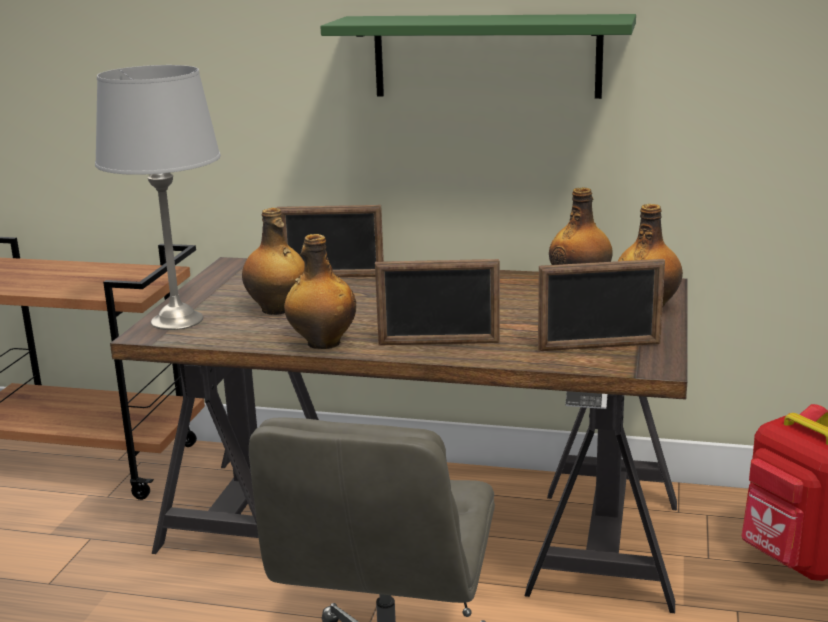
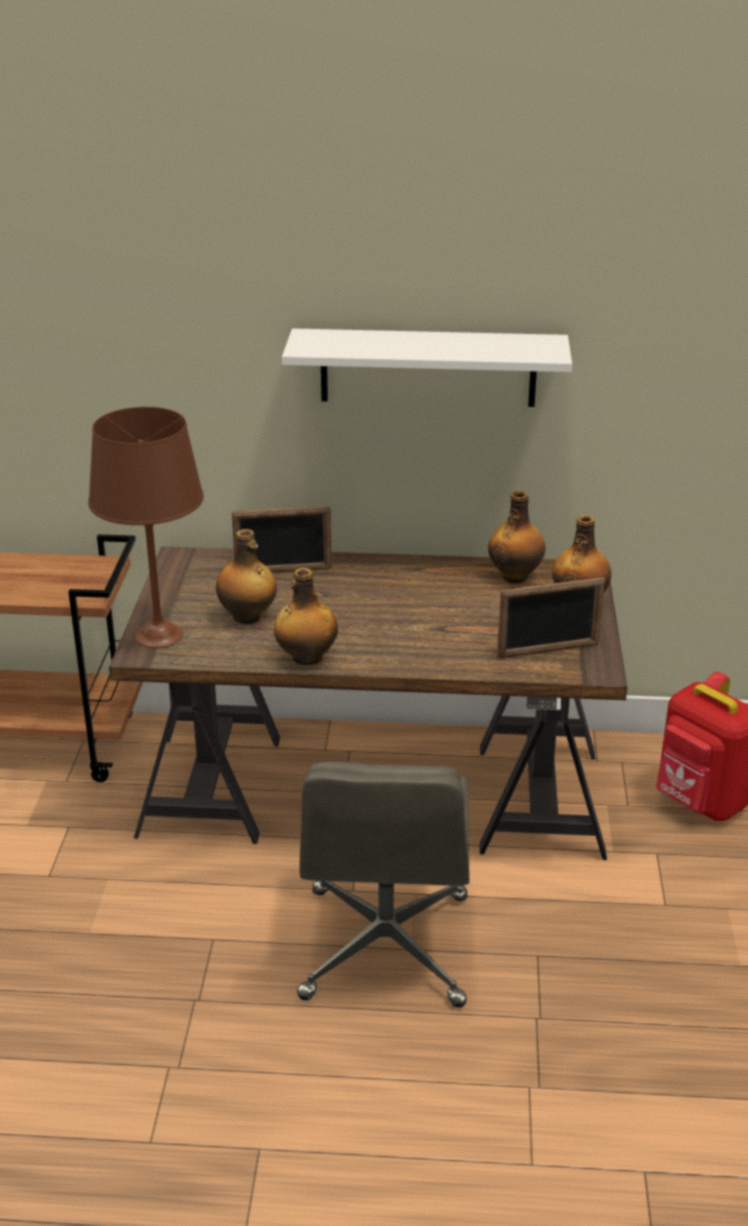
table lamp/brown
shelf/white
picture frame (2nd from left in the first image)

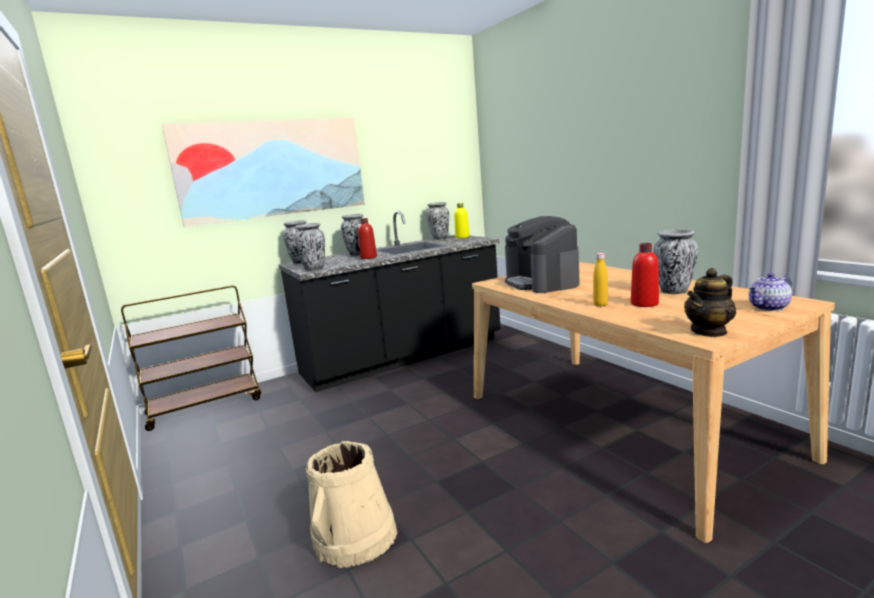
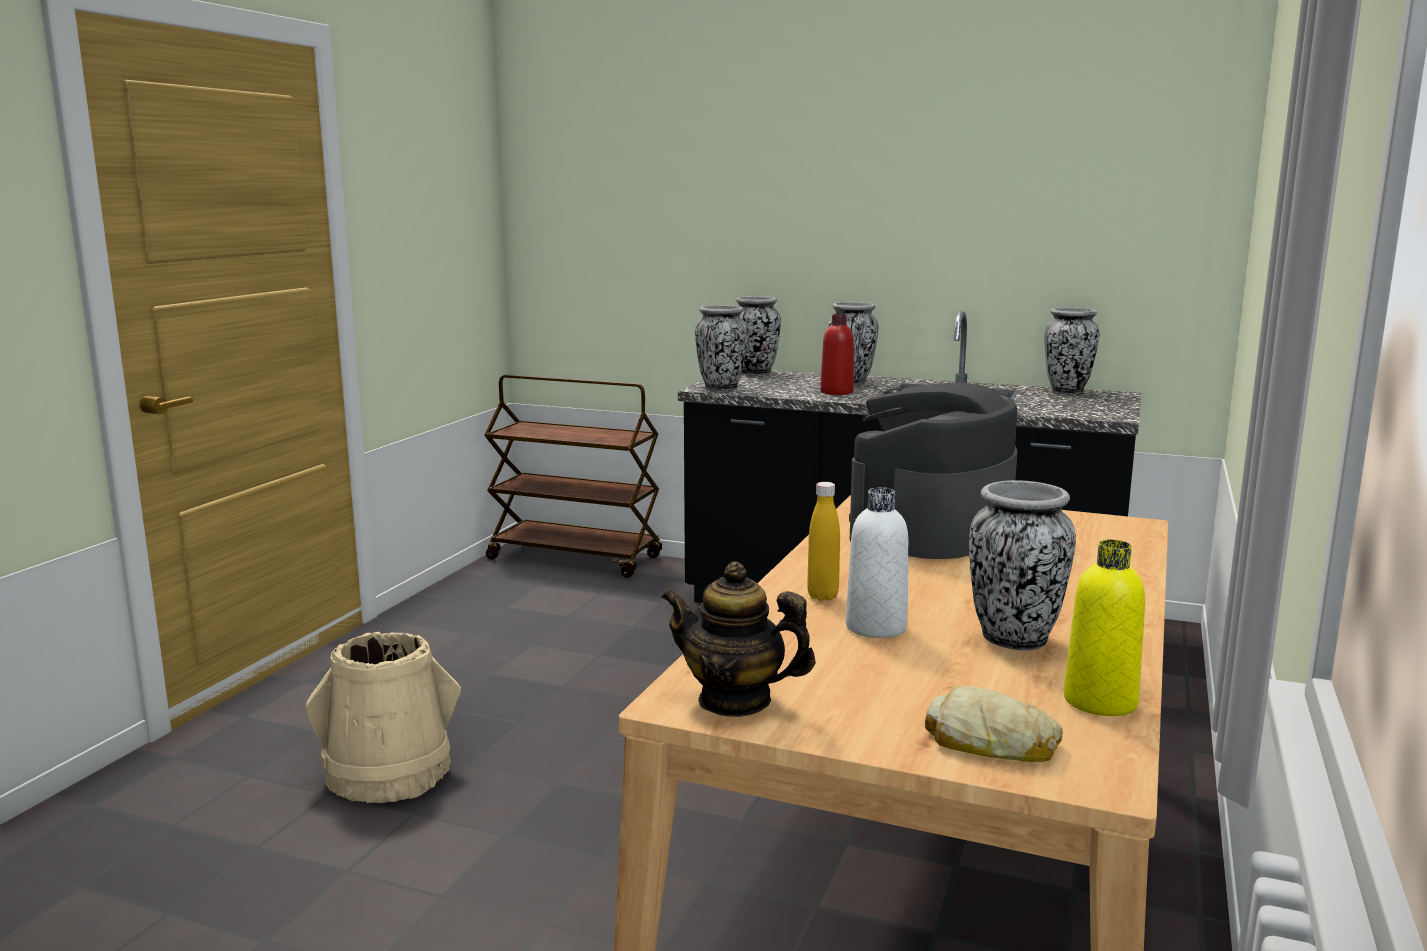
picture
bottle/yellow (2nd from left)
bottle/white
bread

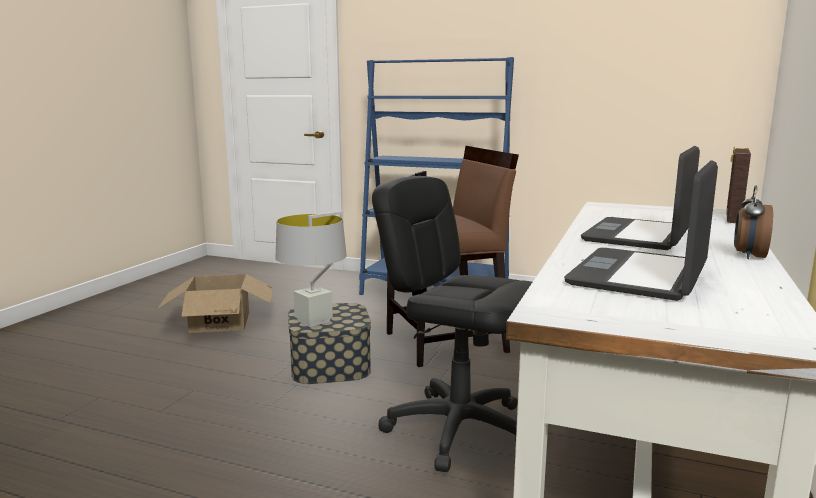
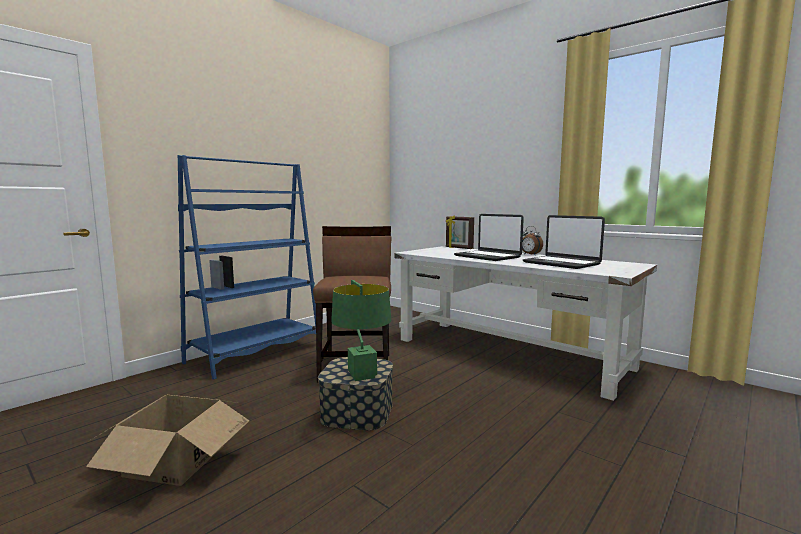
table lamp/green
office chair/black

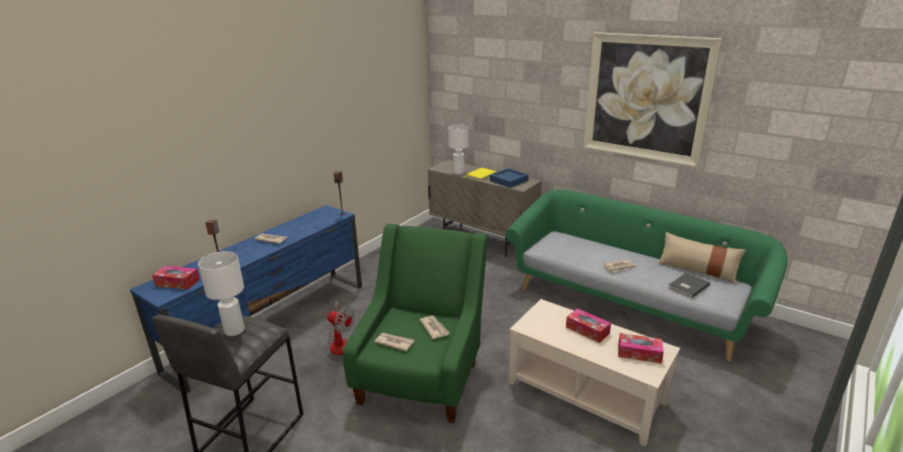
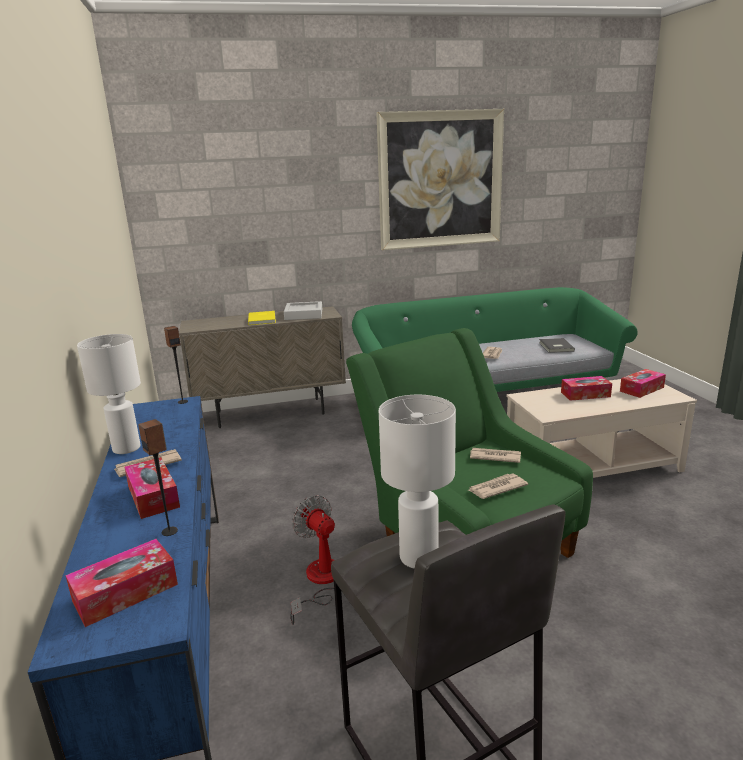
fan
table lamp/white (1st from left)
tray/grey
pillow/beige
tissue box (2nd from left)

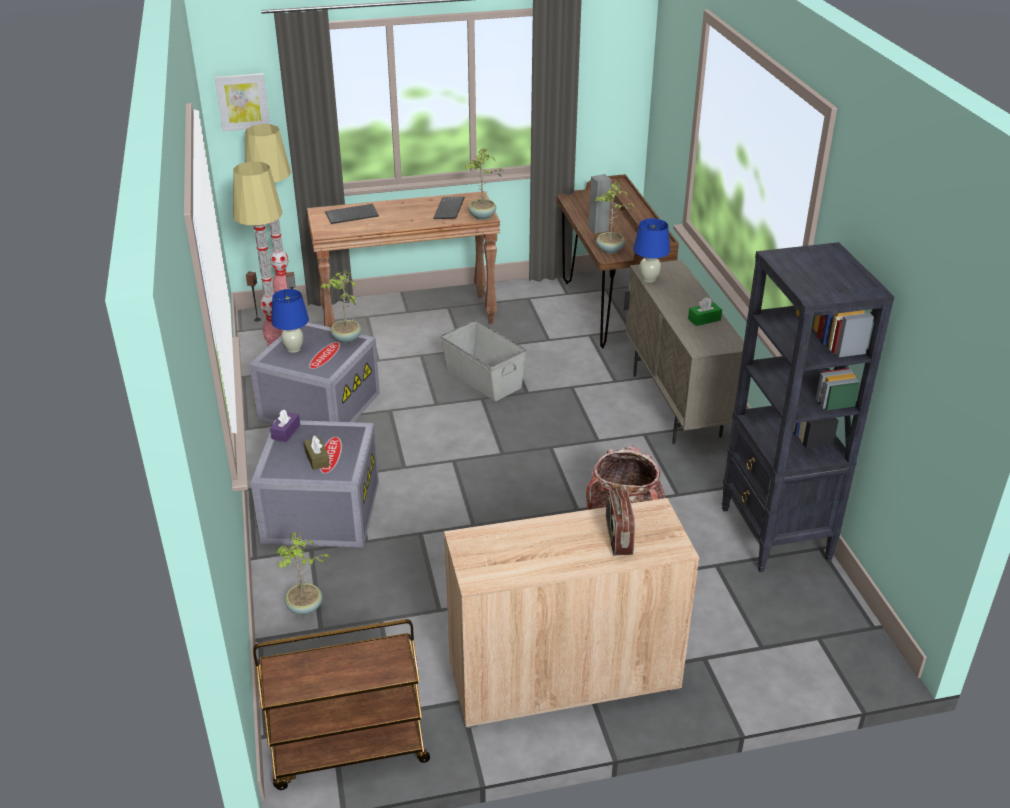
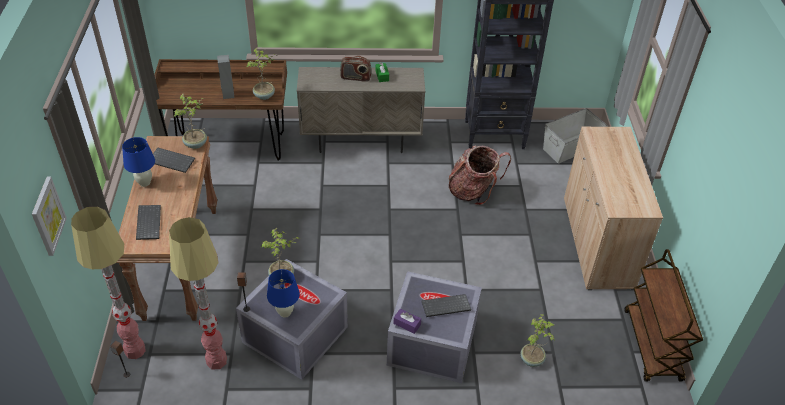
keyboard (3rd from left)
storage box/grey (3rd from left)
radio
table lamp/blue (1st from left)

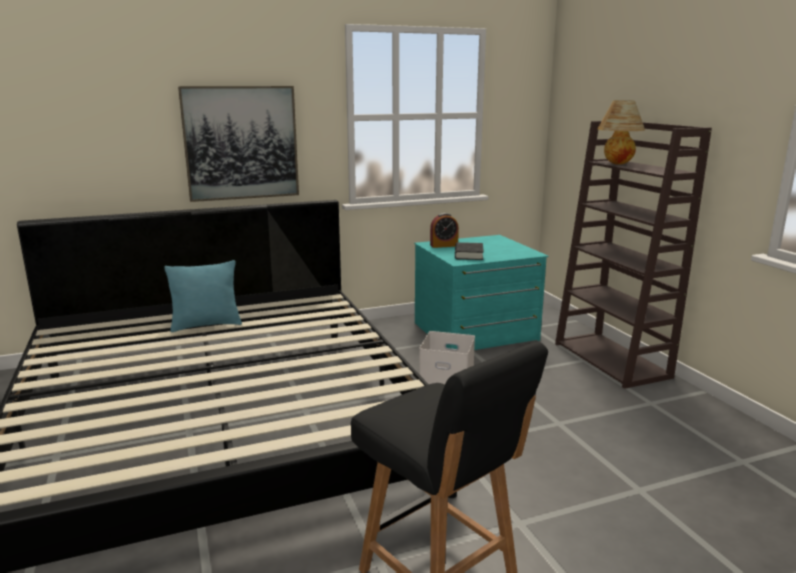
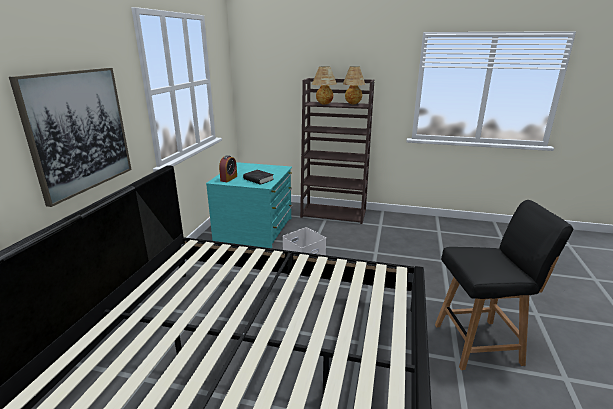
pillow/turquoise
table lamp (2nd from left)

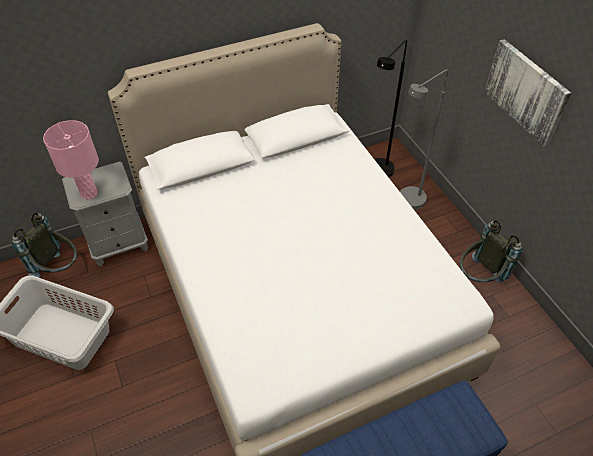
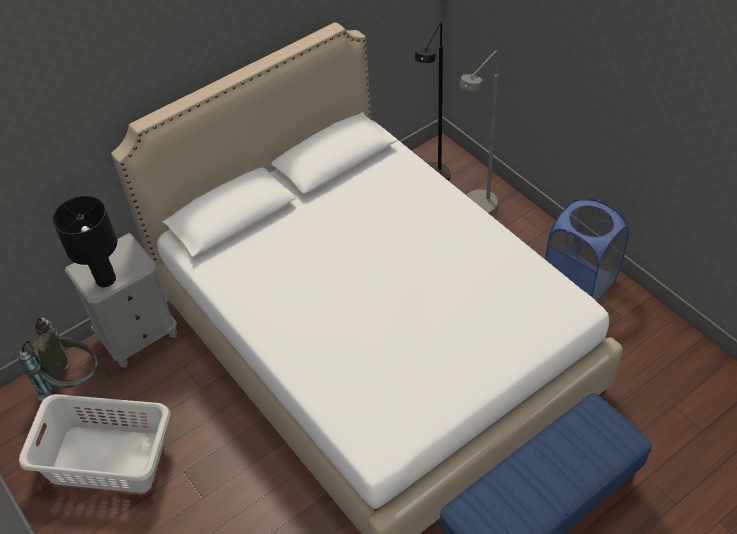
table lamp/black
laundry basket/blue
picture

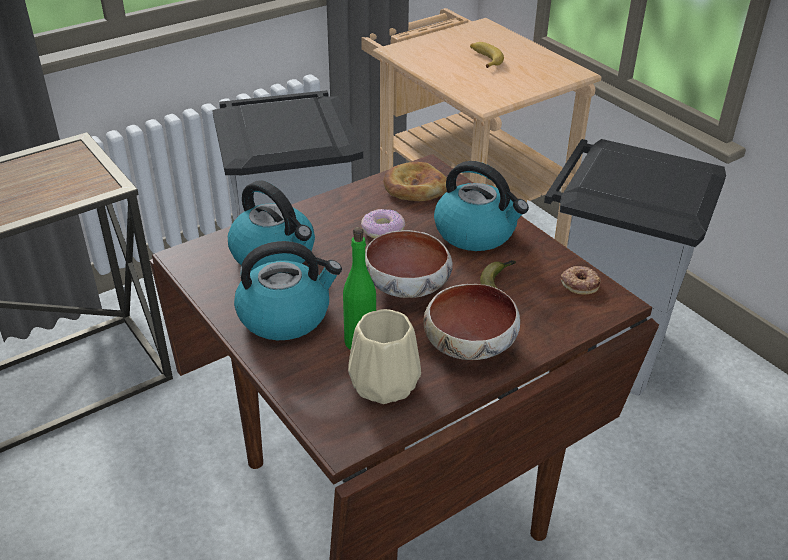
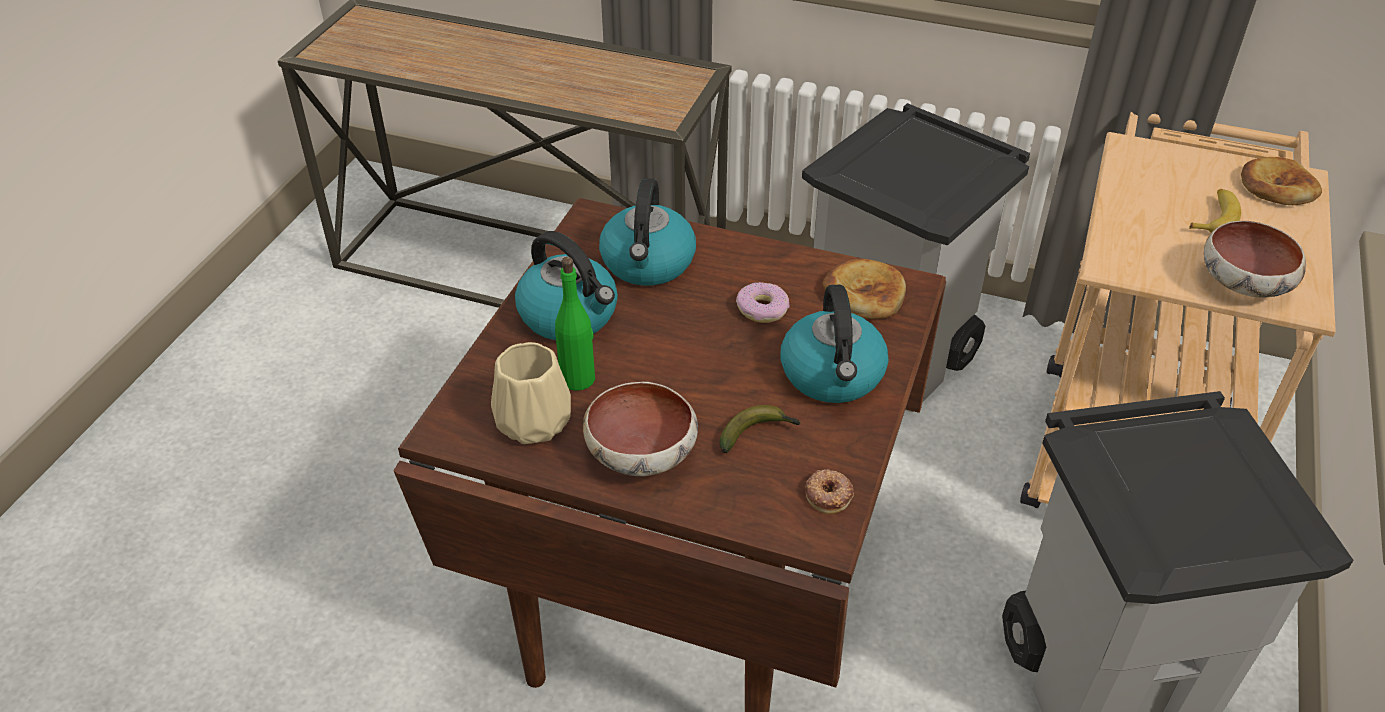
bowl (2nd from left)
bread (2nd from left)

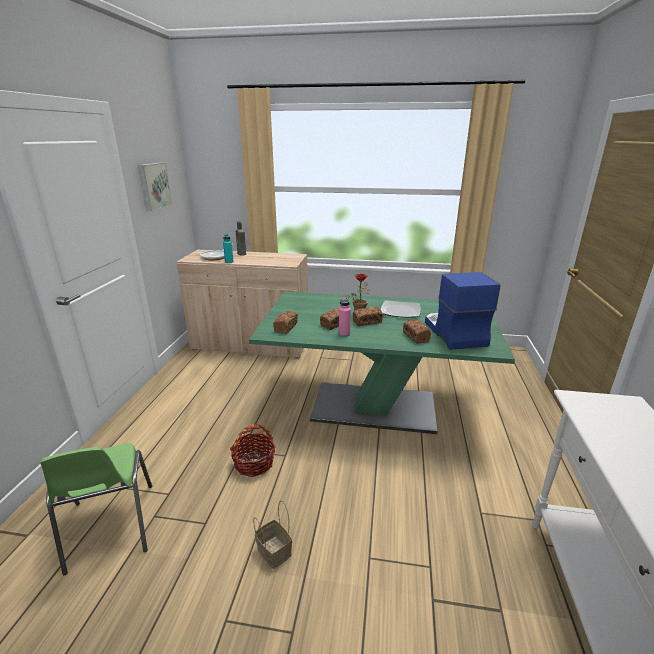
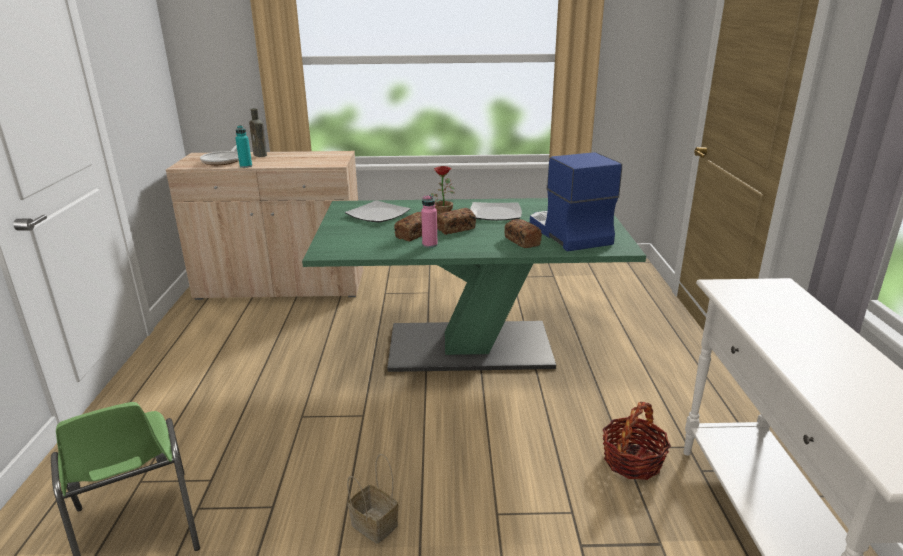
picture
basket (2nd from left)
bread (1st from left in the first image)
plate (1st from left)

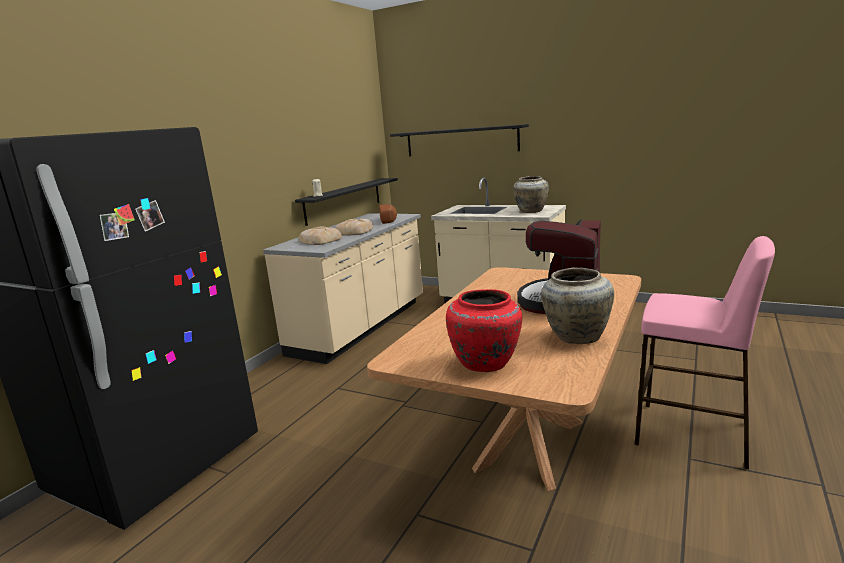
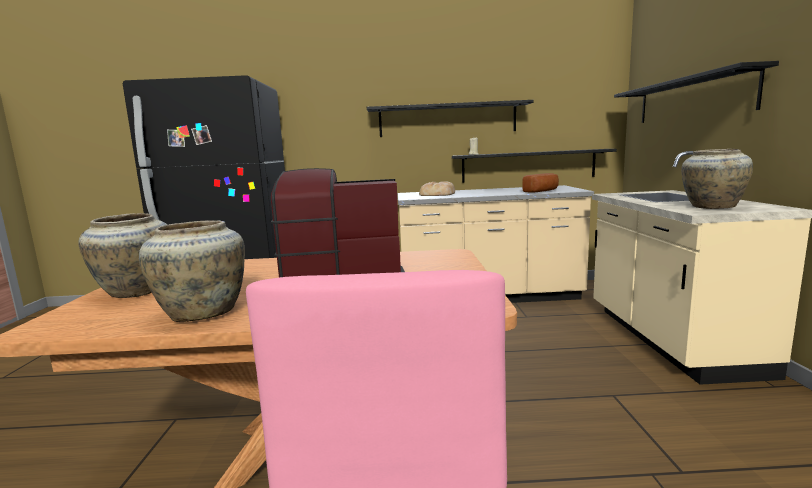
bread (2nd from left in the first image)
vase/beige (1st from left)
shelf/black (1st from left)

